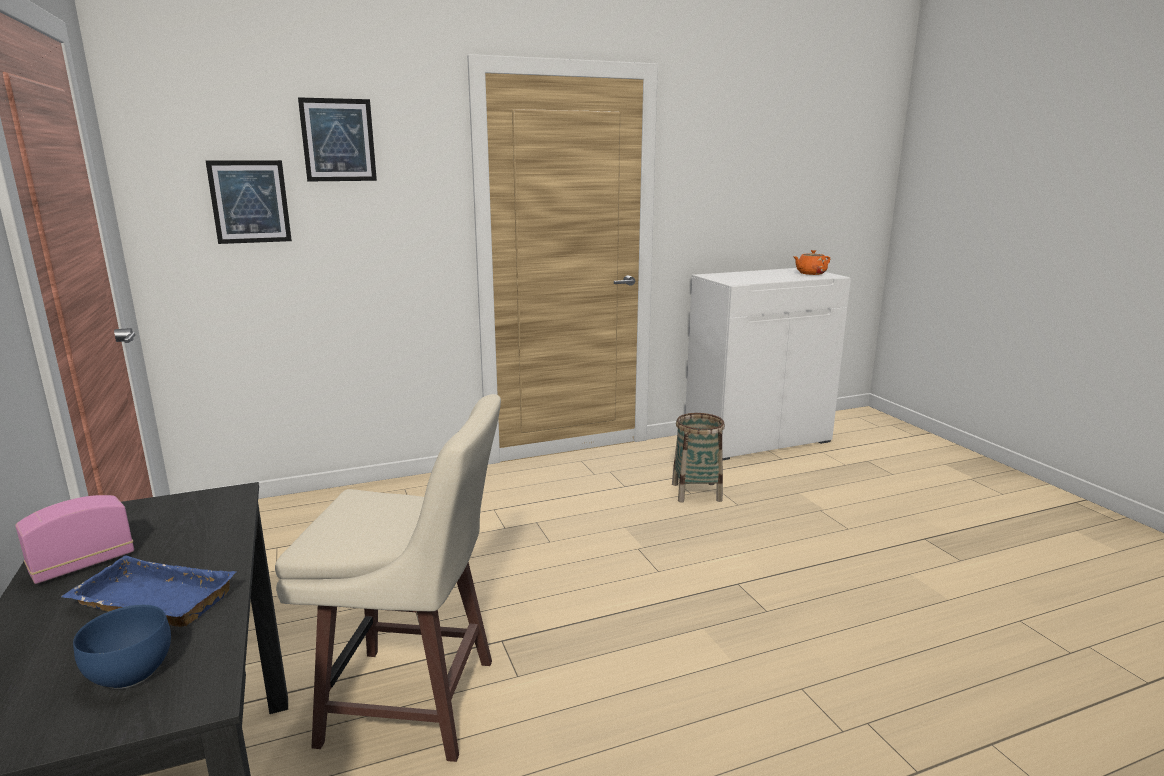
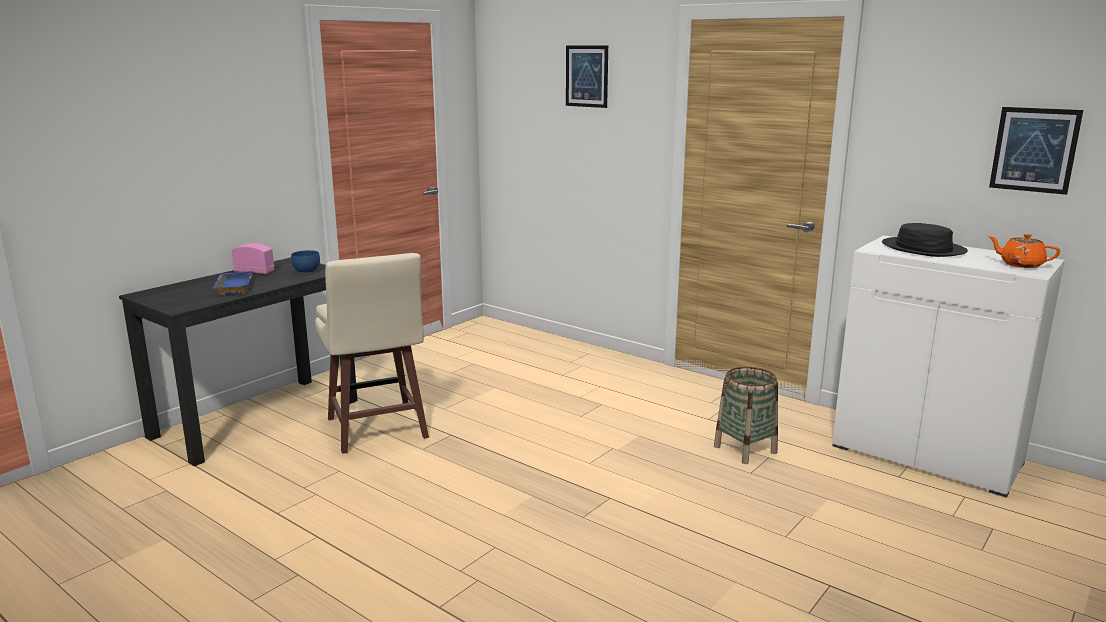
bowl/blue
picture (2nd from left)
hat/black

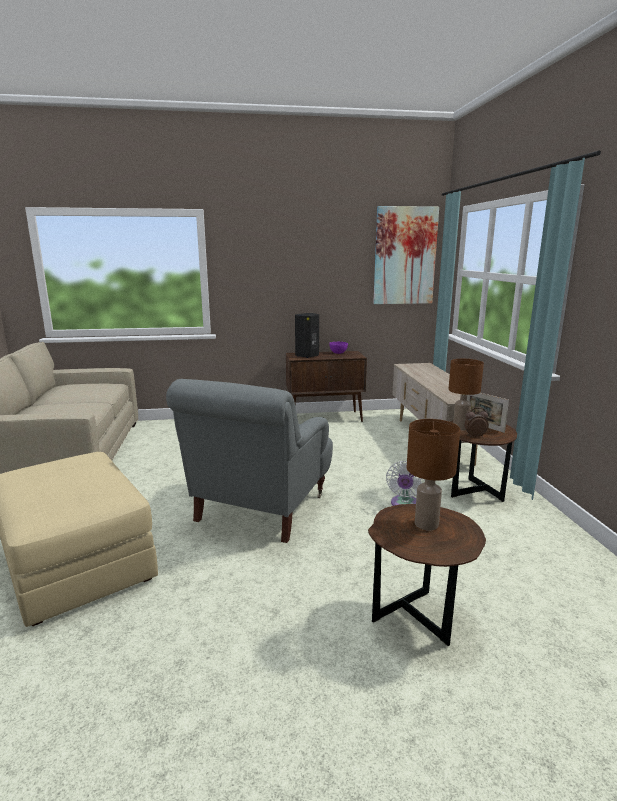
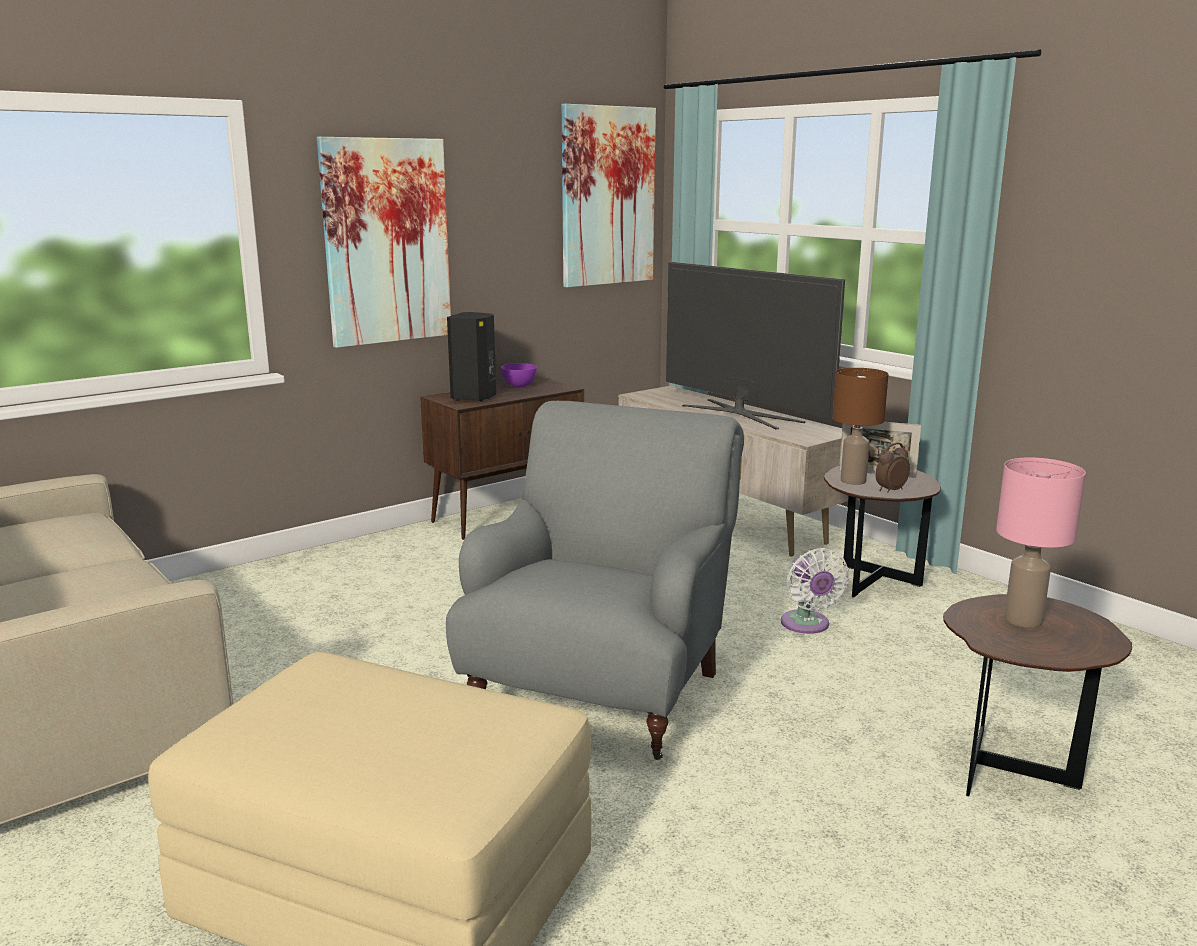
armchair/grey
table lamp/pink
picture (1st from left)
television

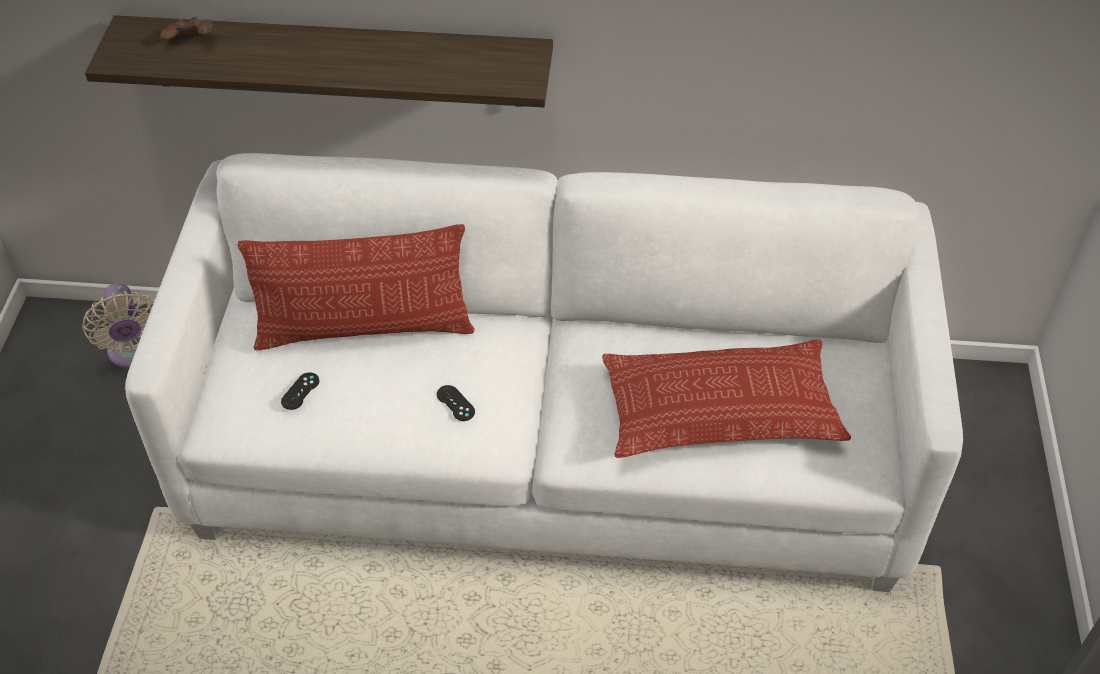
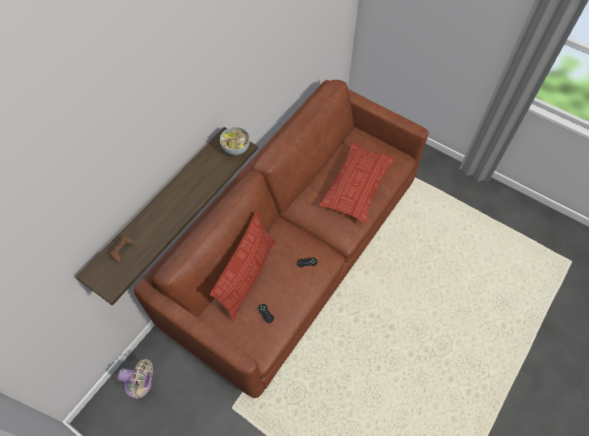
sofa/brown
bowl

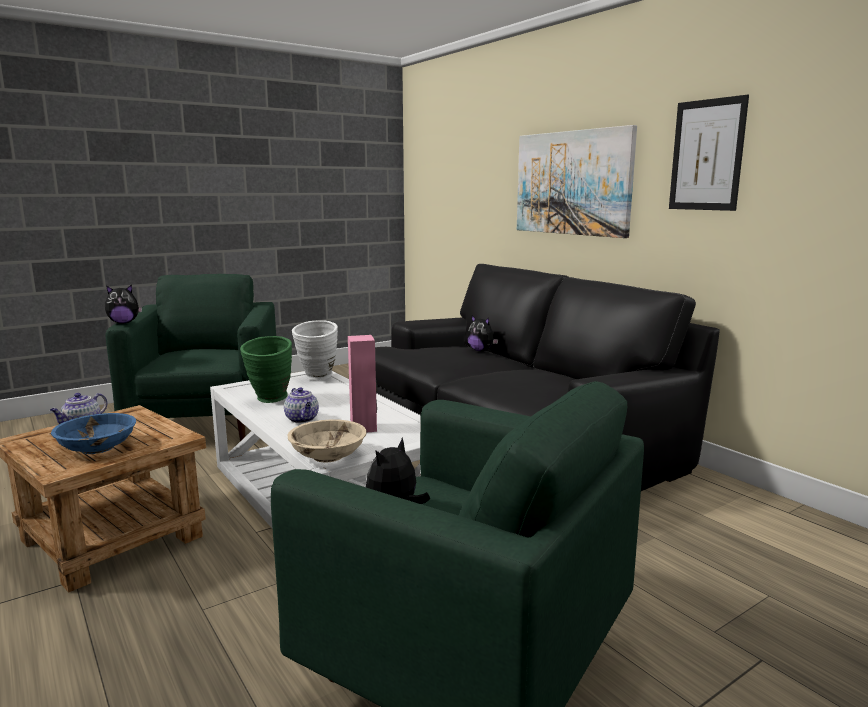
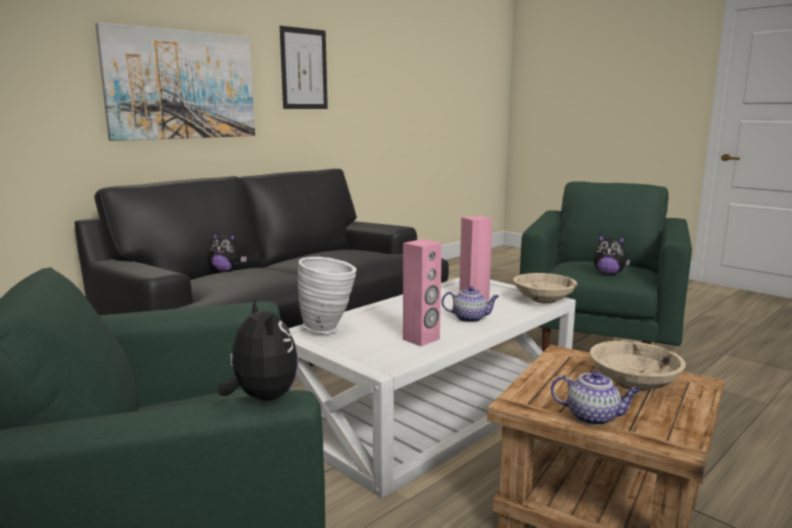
bowl/beige (2nd from left)
speaker/pink (1st from left)
teapot (1st from left)
plush toy (1st from left)

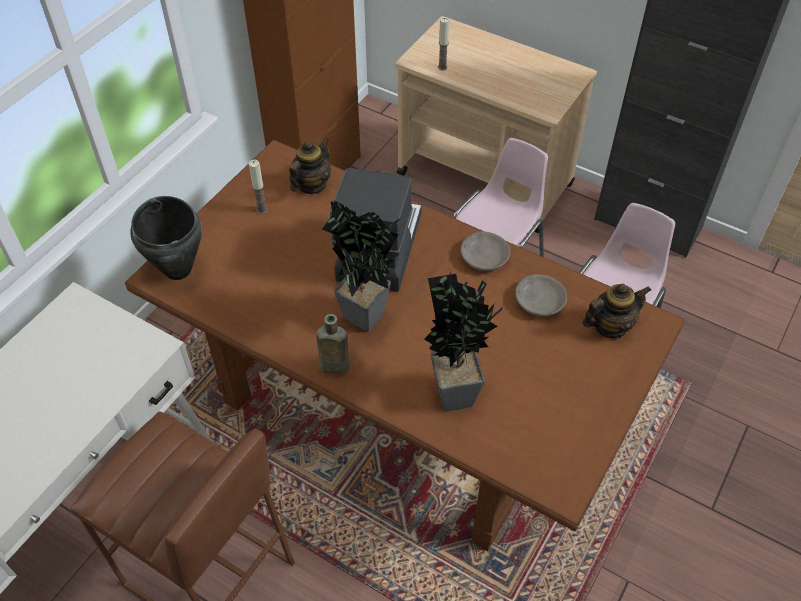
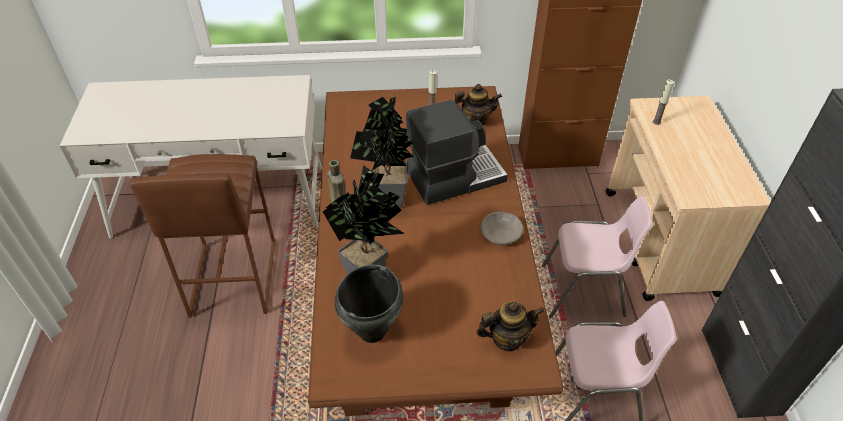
cooking pot/black
bowl/grey (2nd from left in the first image)
teapot (2nd from left)

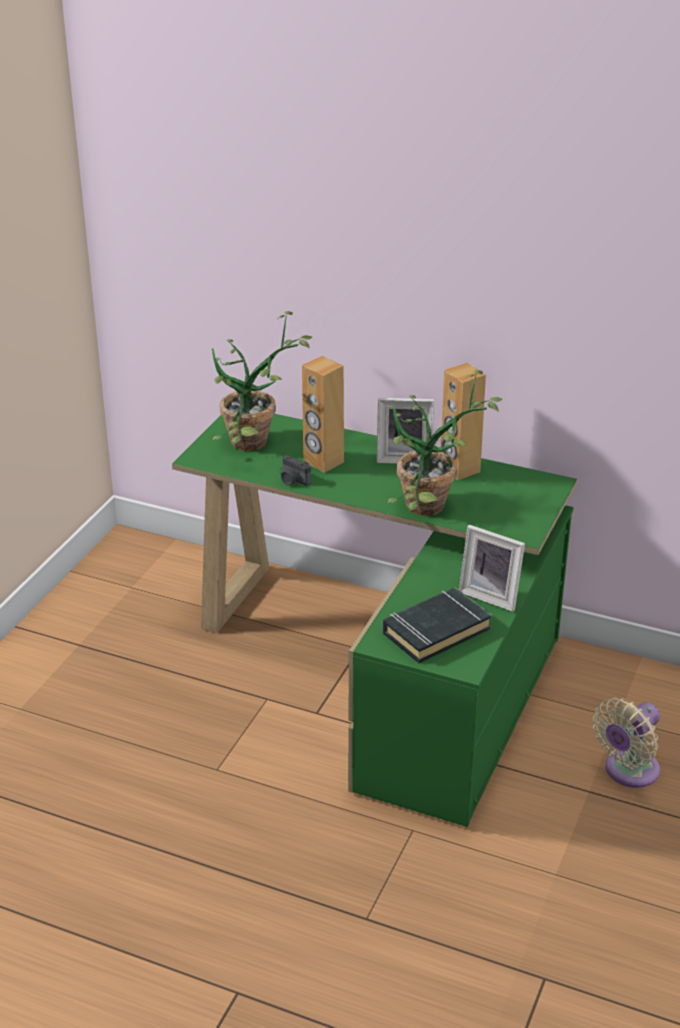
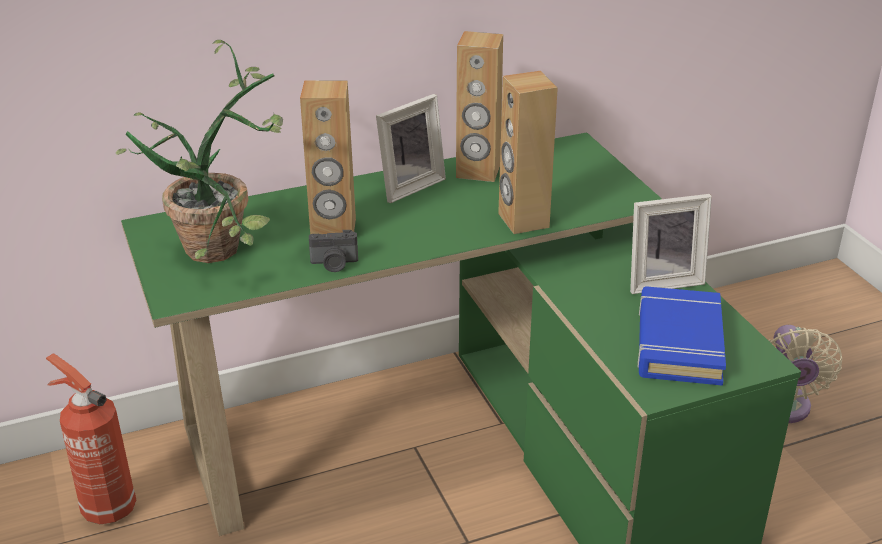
book/blue
speaker/brown (3rd from left)
fire extinguisher

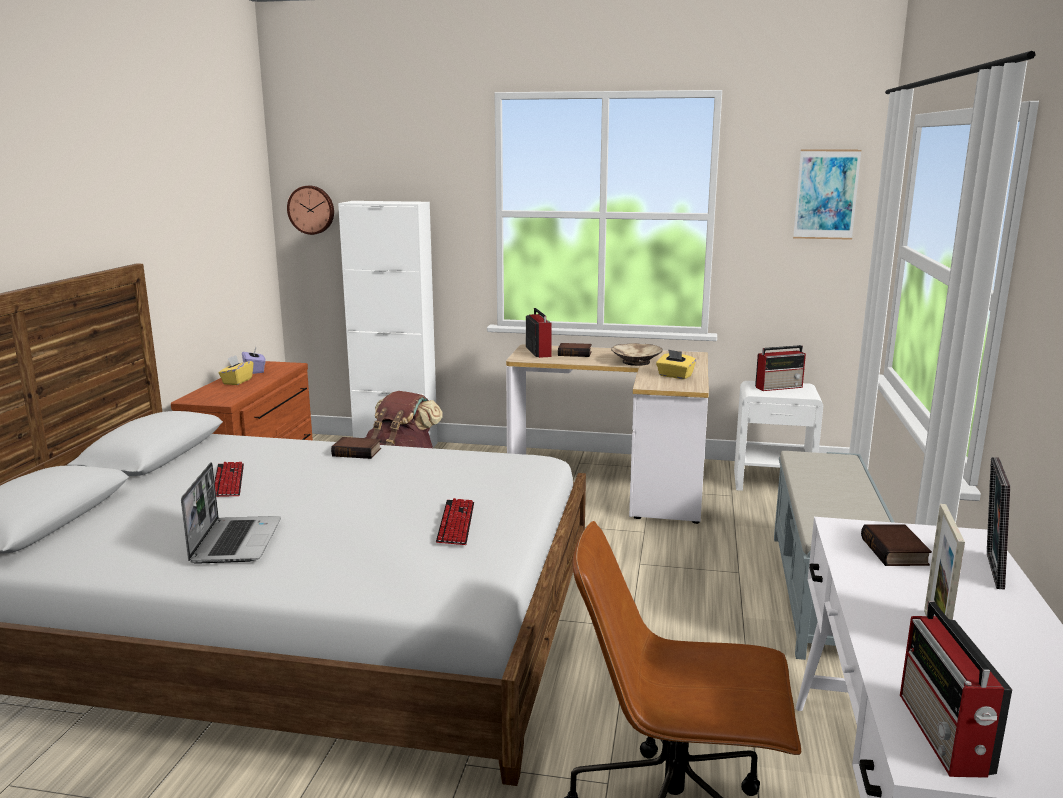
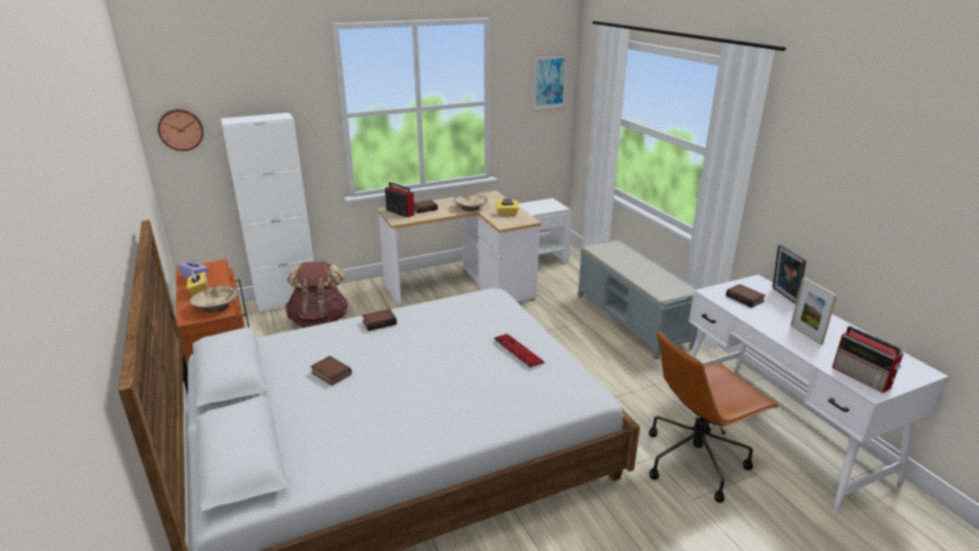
laptop
book (1st from left)
radio (2nd from left in the first image)
bowl/beige (1st from left)

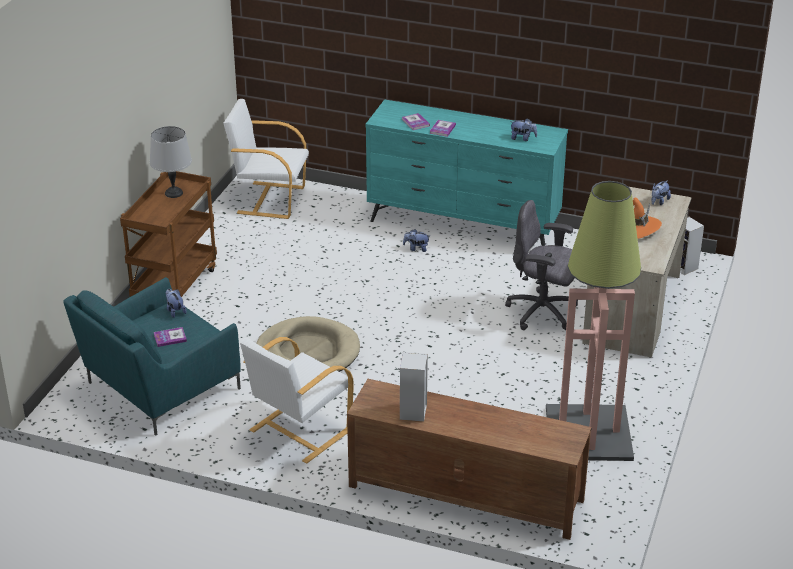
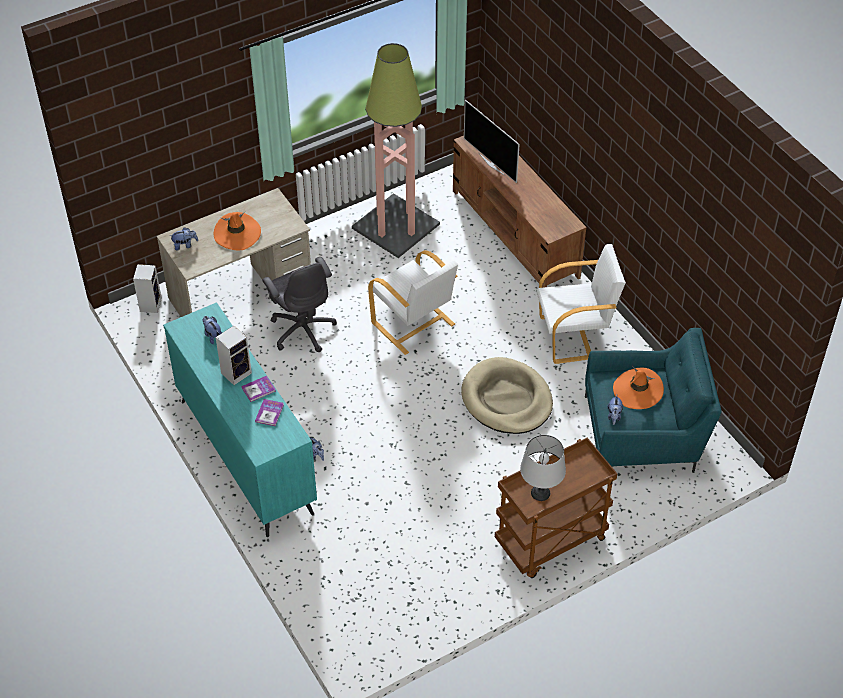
hat/orange (2nd from left)
armchair/white (1st from left)
speaker (2nd from left)
television

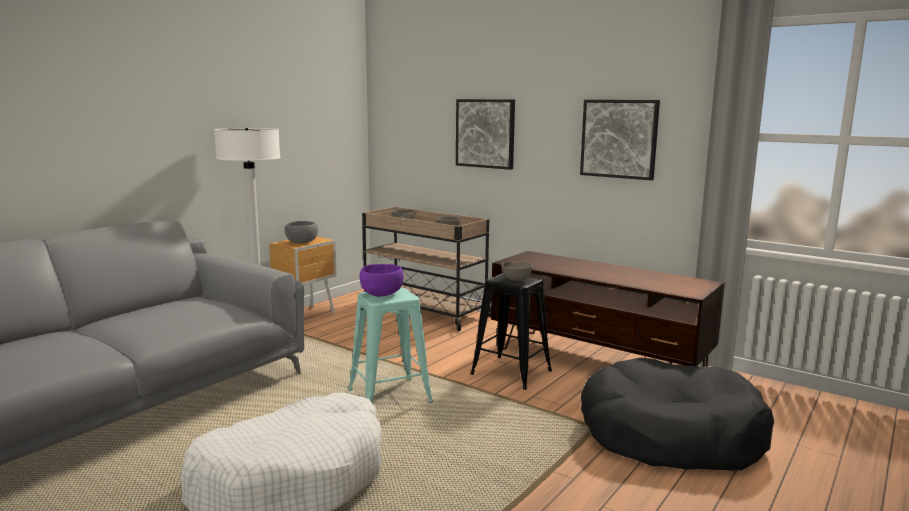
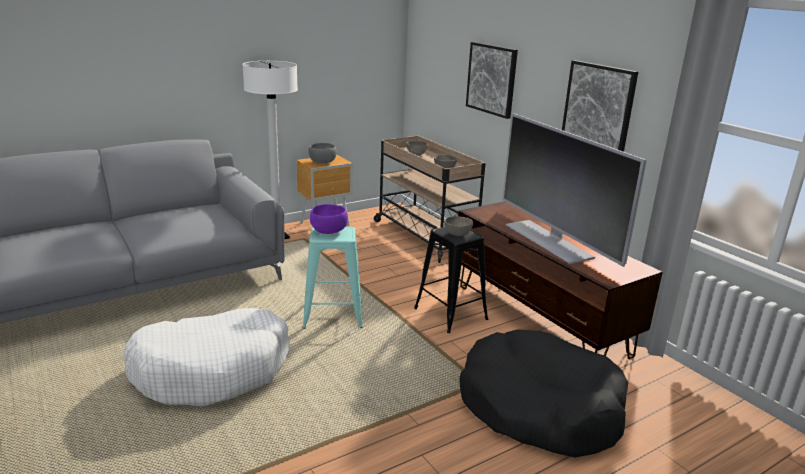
television

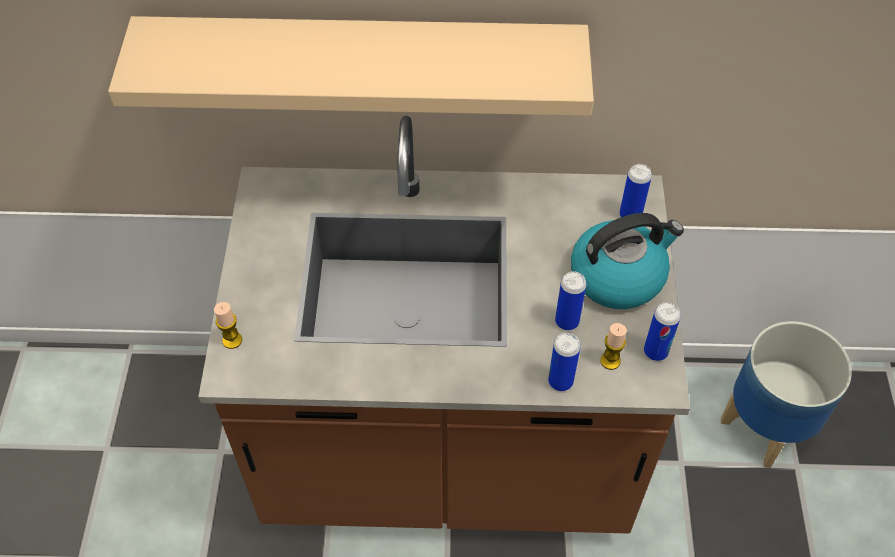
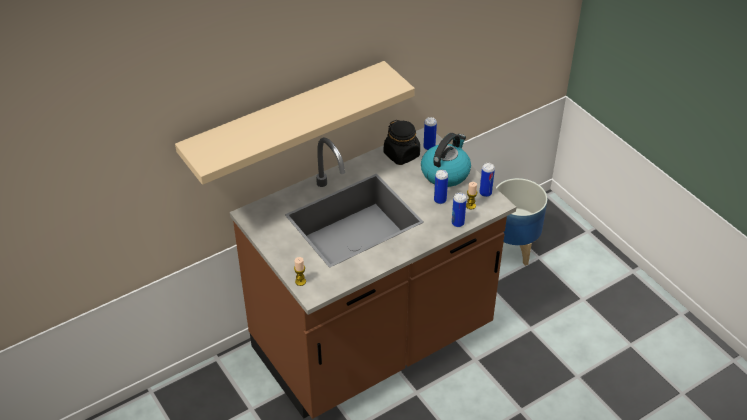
jar/black

